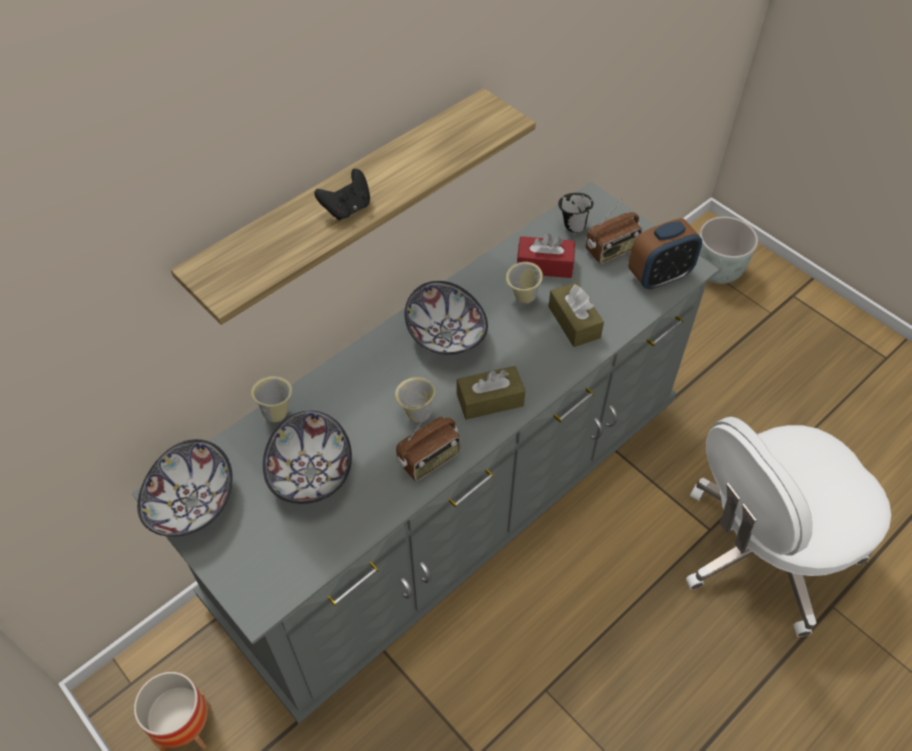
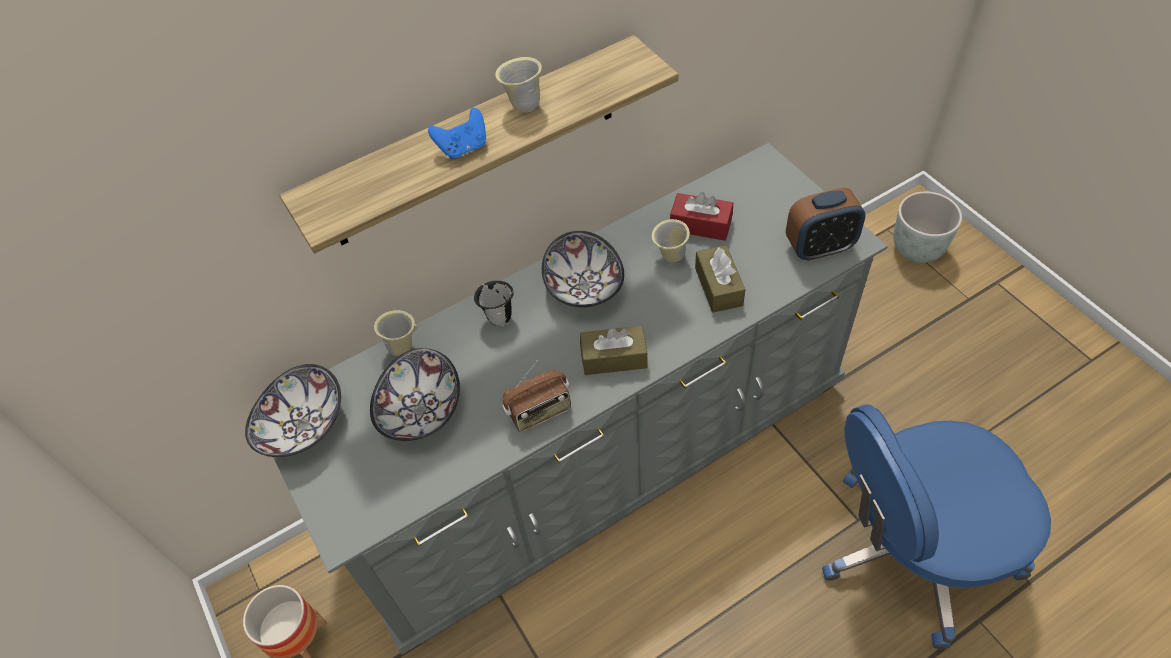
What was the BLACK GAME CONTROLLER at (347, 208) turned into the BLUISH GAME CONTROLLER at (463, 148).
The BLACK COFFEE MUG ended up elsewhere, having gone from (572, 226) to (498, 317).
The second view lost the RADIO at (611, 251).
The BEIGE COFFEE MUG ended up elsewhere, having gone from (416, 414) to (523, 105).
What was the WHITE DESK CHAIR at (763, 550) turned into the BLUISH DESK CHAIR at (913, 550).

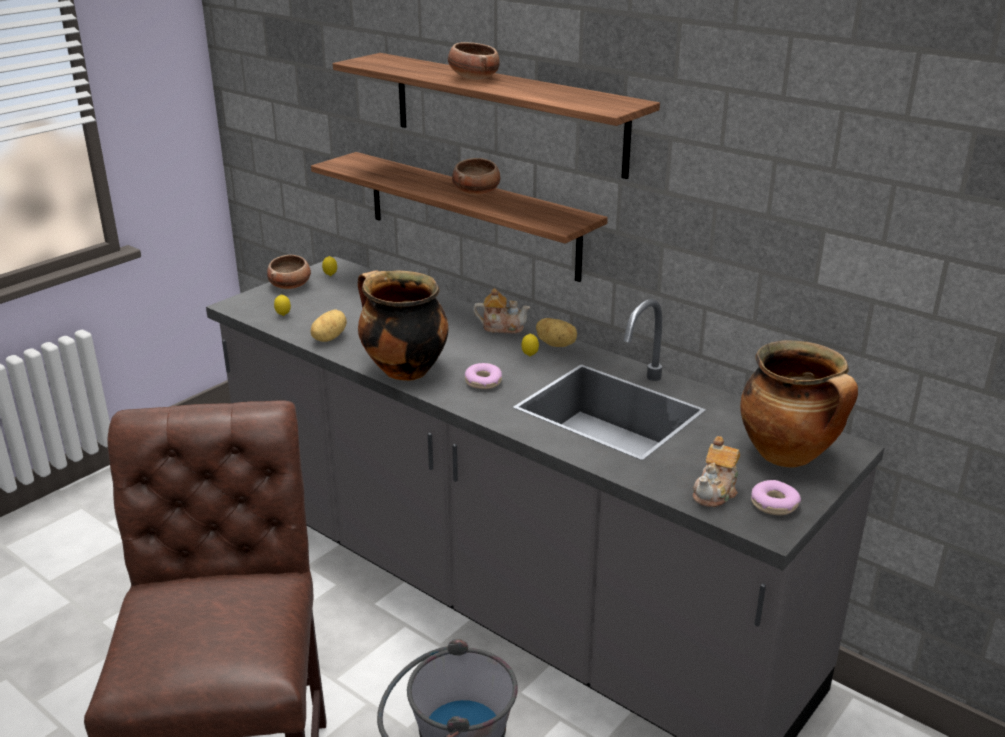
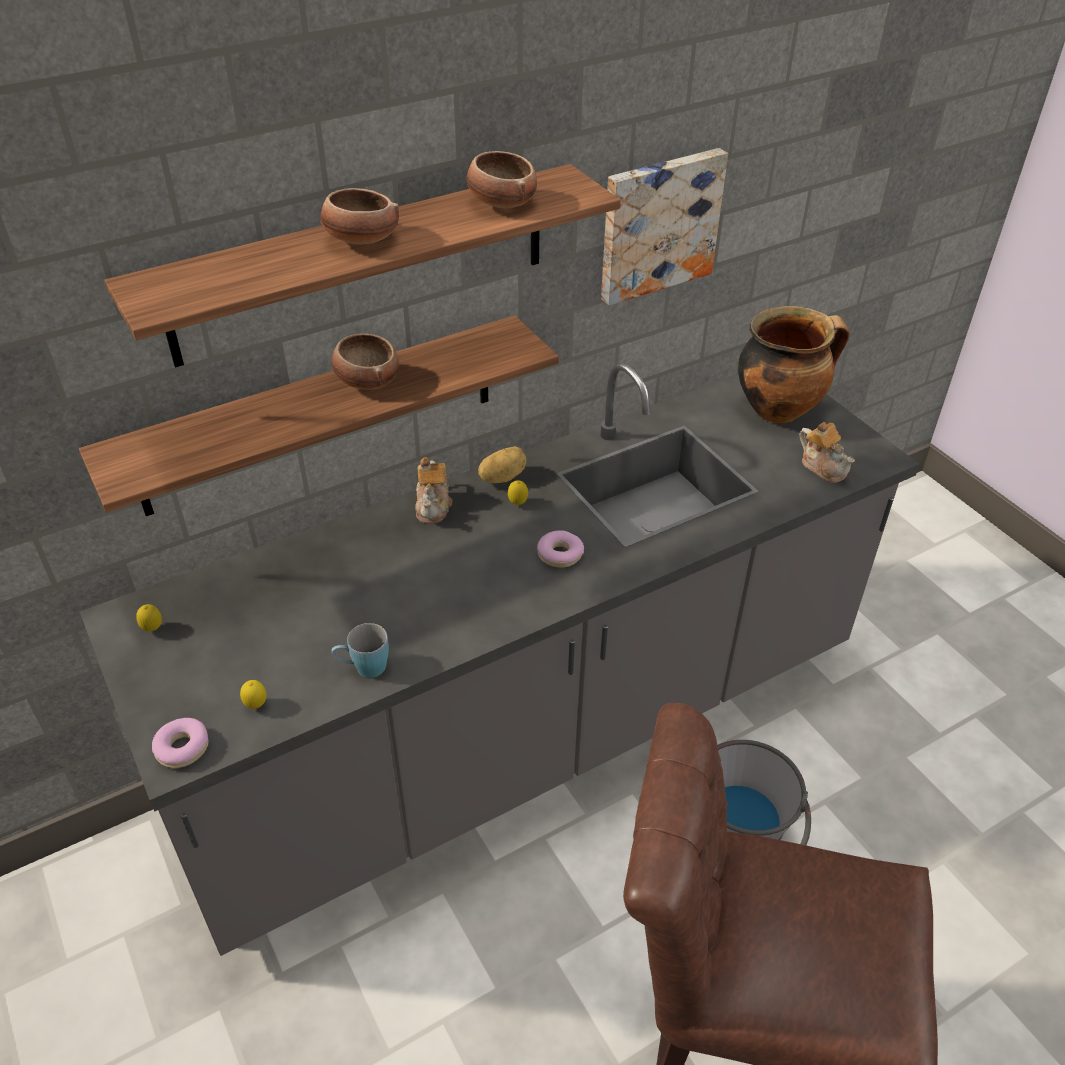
The DEEP DISH ended up elsewhere, having gone from (290, 285) to (501, 202).
The second view lost the STOCKPOT at (403, 370).
The POT FOR TEA at (502, 327) ended up facing another way, 150 degrees clockwise from before.
Where the WHOLE POTATO stood at (328, 338), the BLUISH COFFEE MUG came to stand at (363, 668).
The RING DOUGHNUT ended up elsewhere, having gone from (774, 504) to (182, 748).
The second view gained the WALL ART at (658, 224).

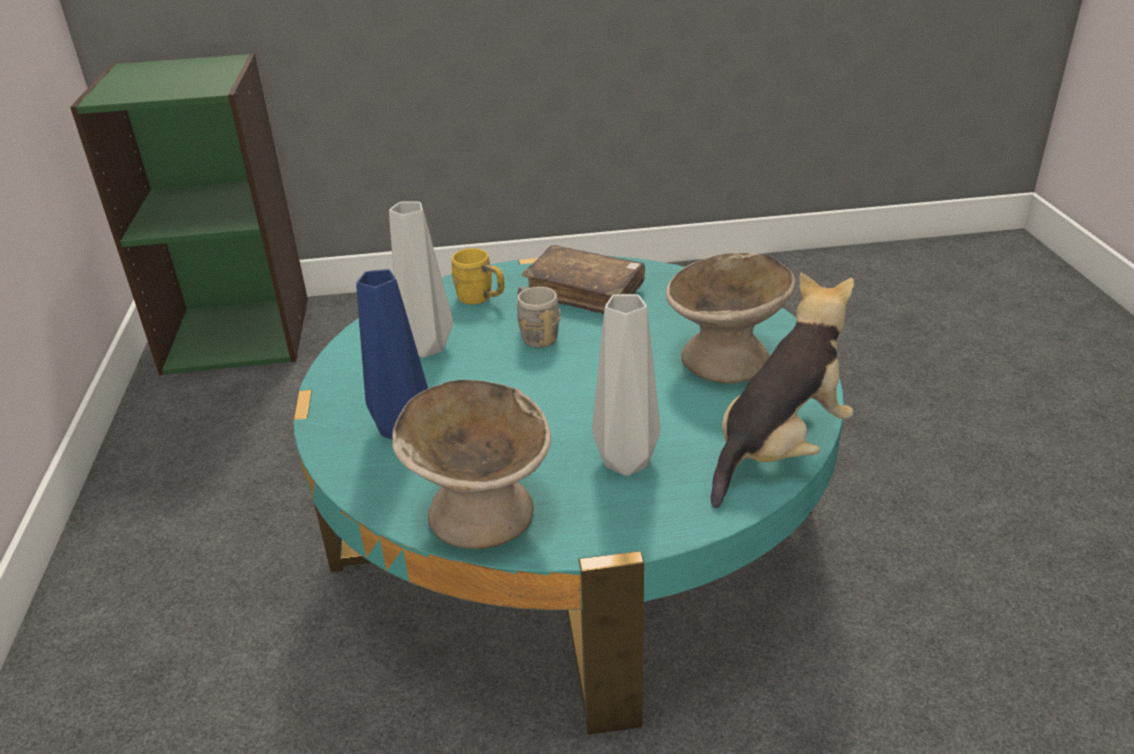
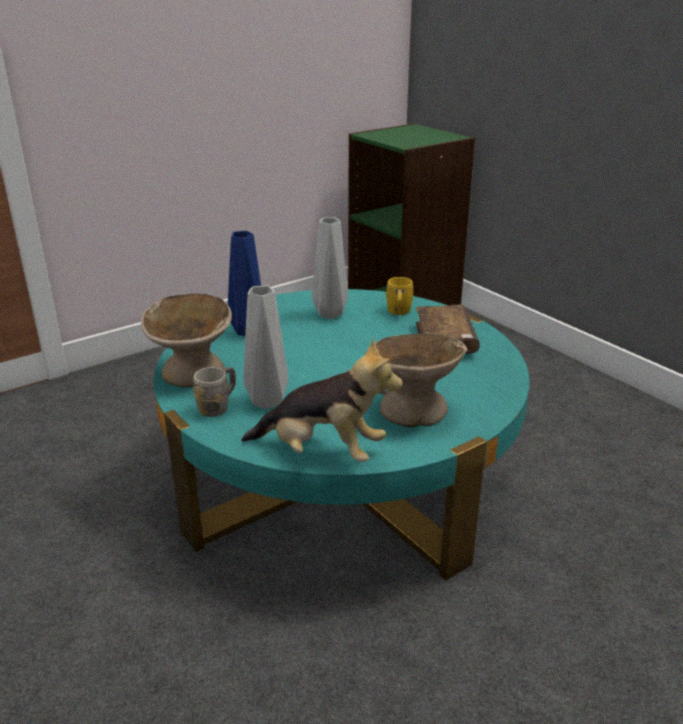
The GREYISH COFFEE MUG ended up elsewhere, having gone from (535, 335) to (218, 406).

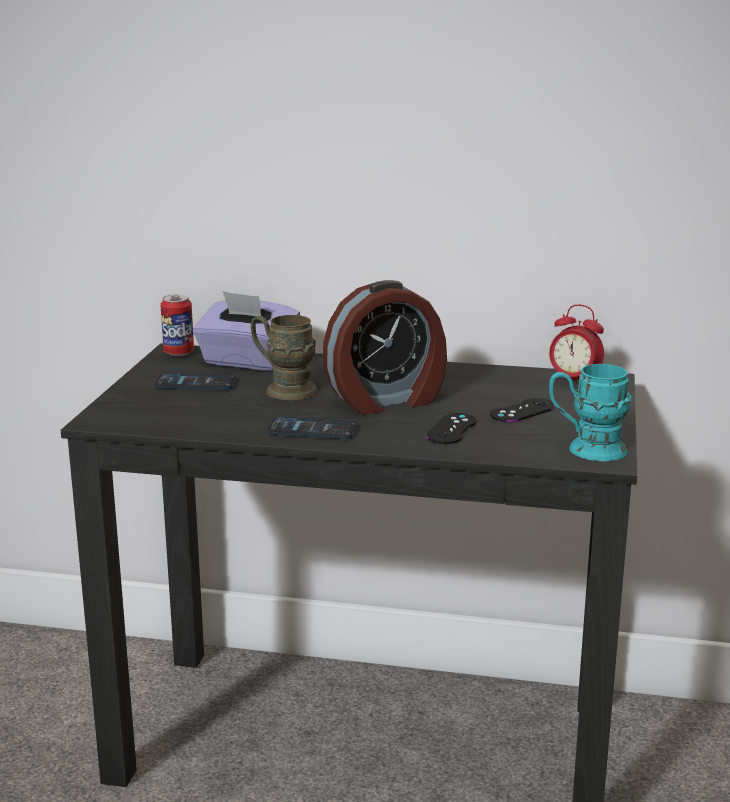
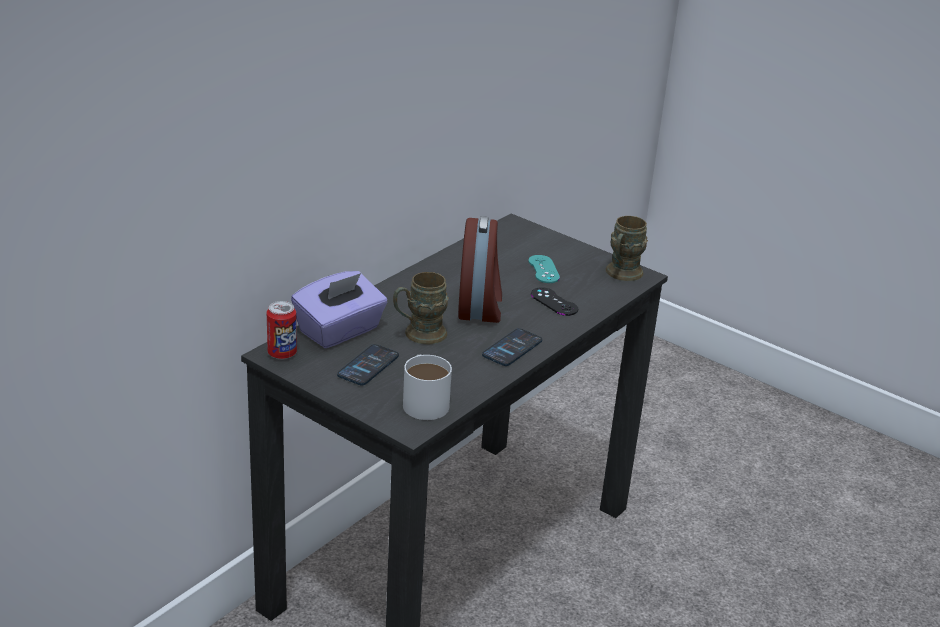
The second view lost the BEDSIDE CLOCK at (573, 381).
What was the TURQUOISE-COLOURED COFFEE MUG at (586, 449) turned into the BROWNISH COFFEE MUG at (621, 274).
What was the BLACK GAME CONTROLLER at (522, 411) turned into the TURQUOISE-COLOURED GAME CONTROLLER at (543, 269).
The second view gained the WHITE COFFEE MUG at (423, 400).

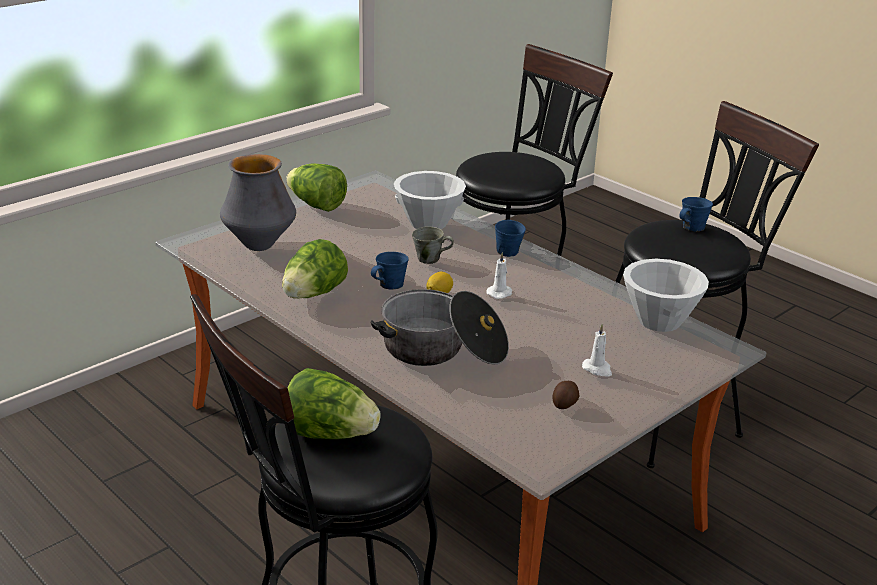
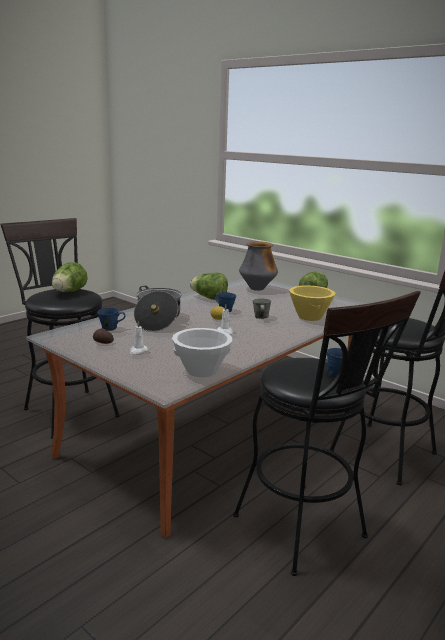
What was the WHITE DEEP DISH at (428, 223) turned into the YELLOW-COLOURED DEEP DISH at (309, 317).
The BLUISH COFFEE MUG ended up elsewhere, having gone from (508, 251) to (110, 328).

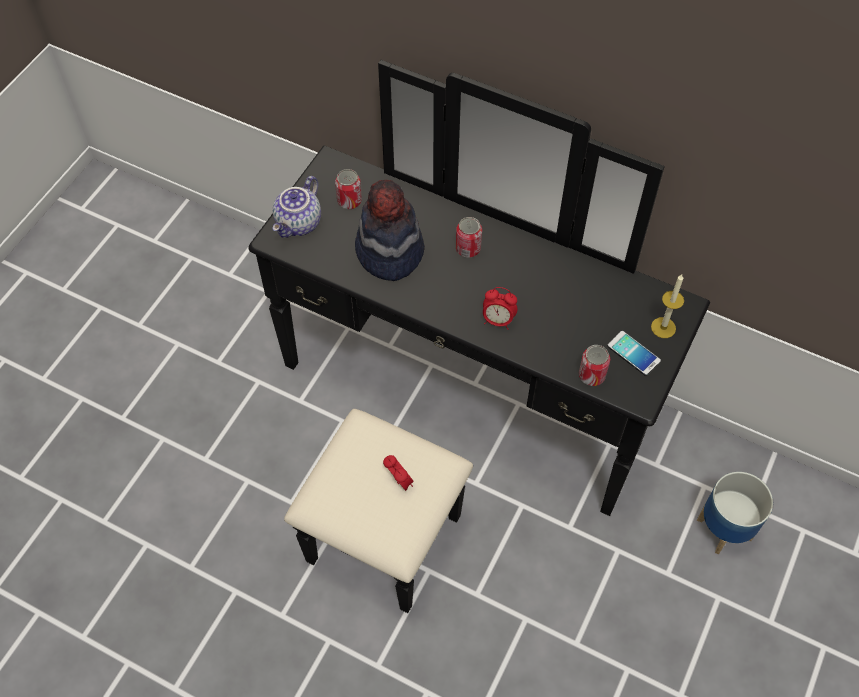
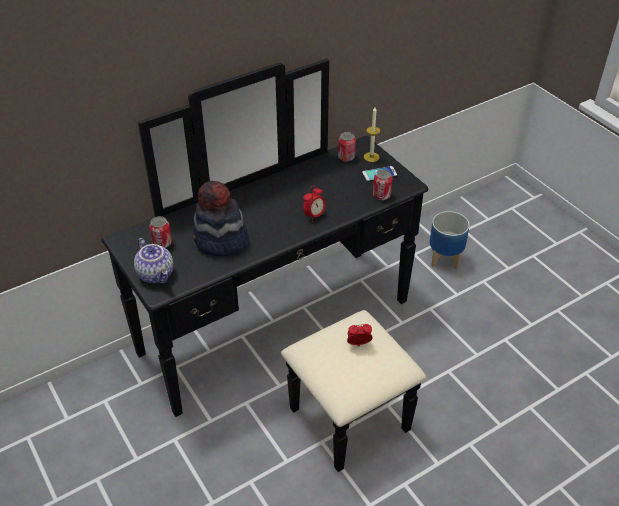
The CAN ended up elsewhere, having gone from (468, 248) to (346, 157).

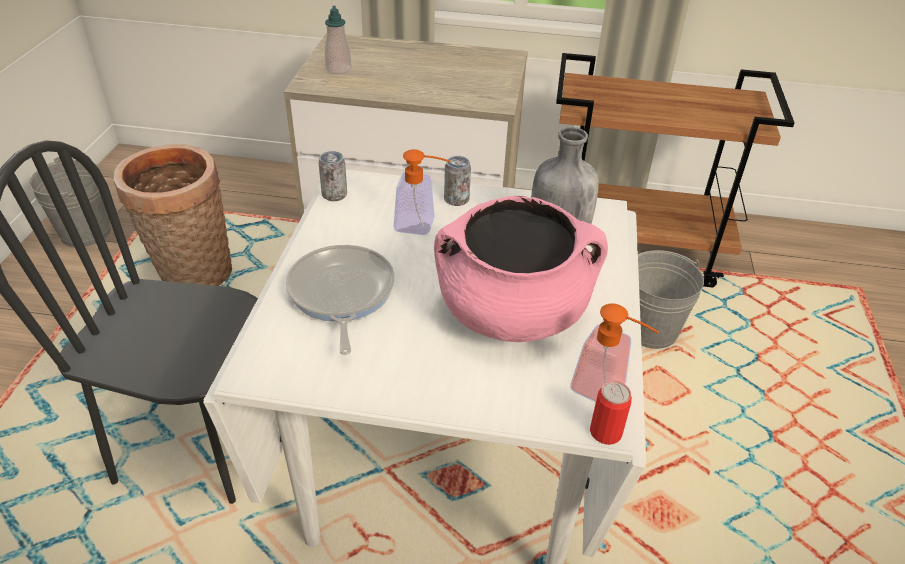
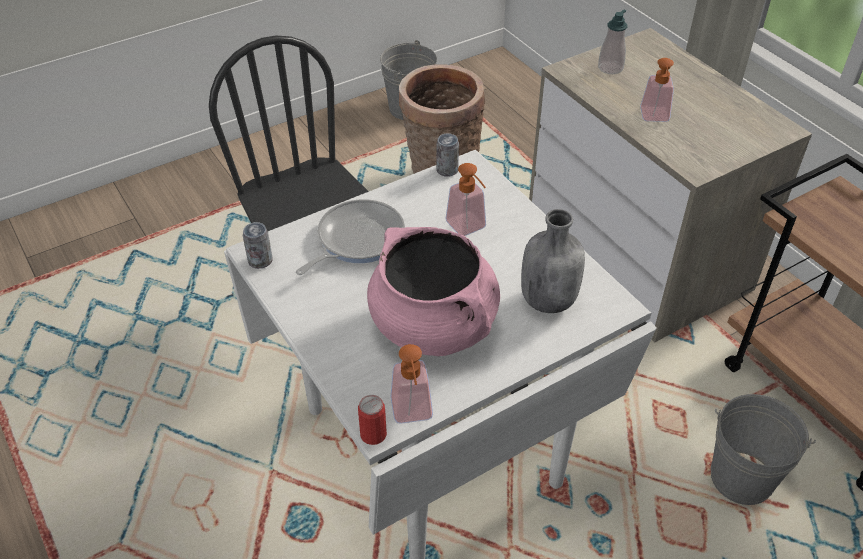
The CAN ended up elsewhere, having gone from (456, 199) to (260, 261).
The second view gained the SOAP DISPENSER at (655, 118).

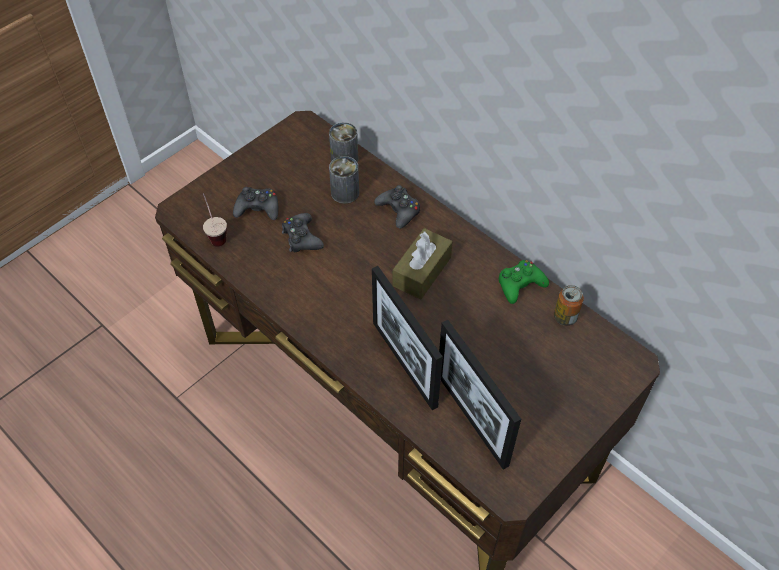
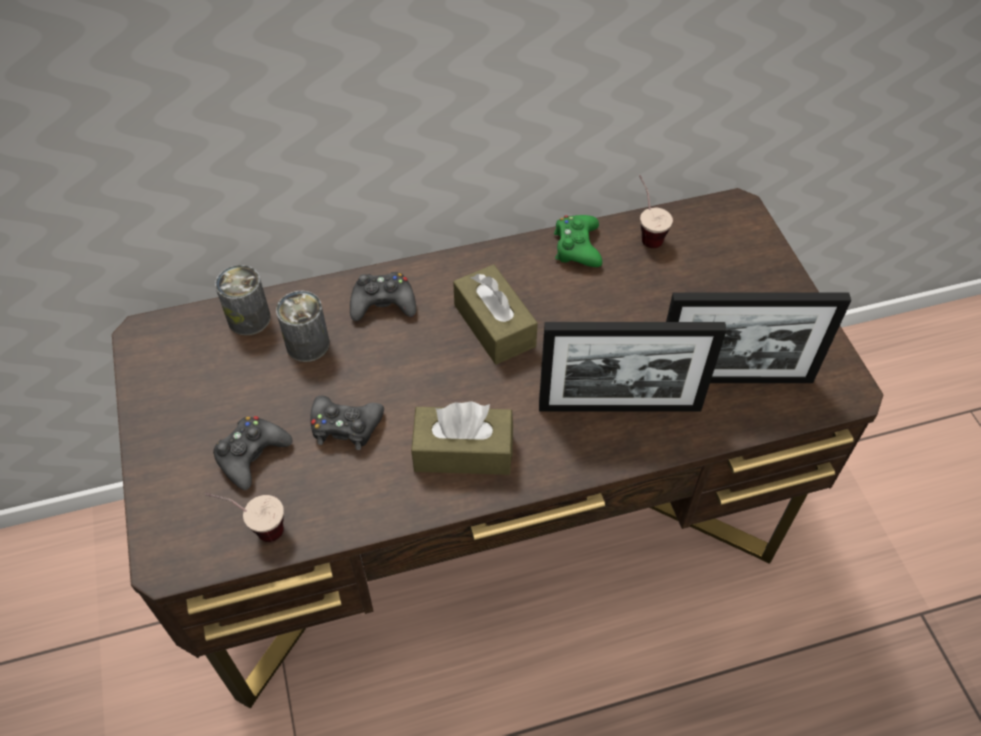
Where the CAN stood at (565, 317), the DRINKING CUP came to stand at (646, 232).
The second view gained the BROWNISH BOX OF TISSUES at (463, 451).

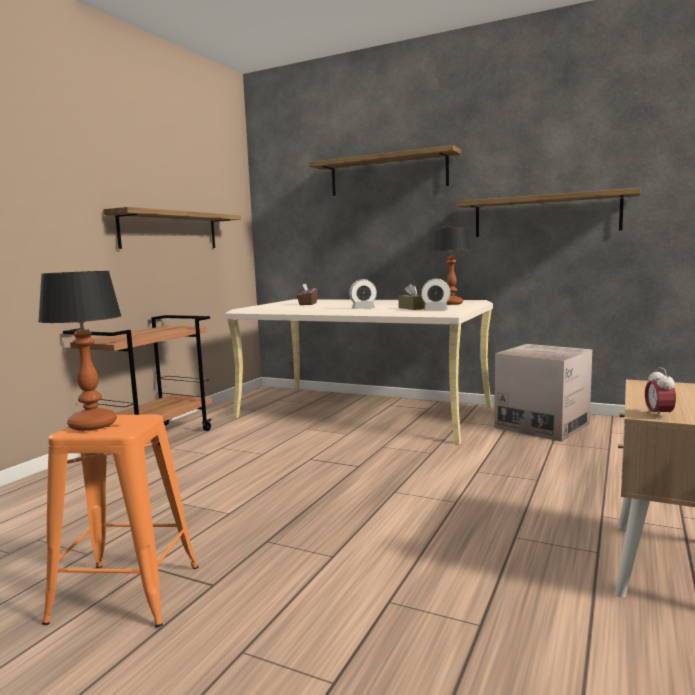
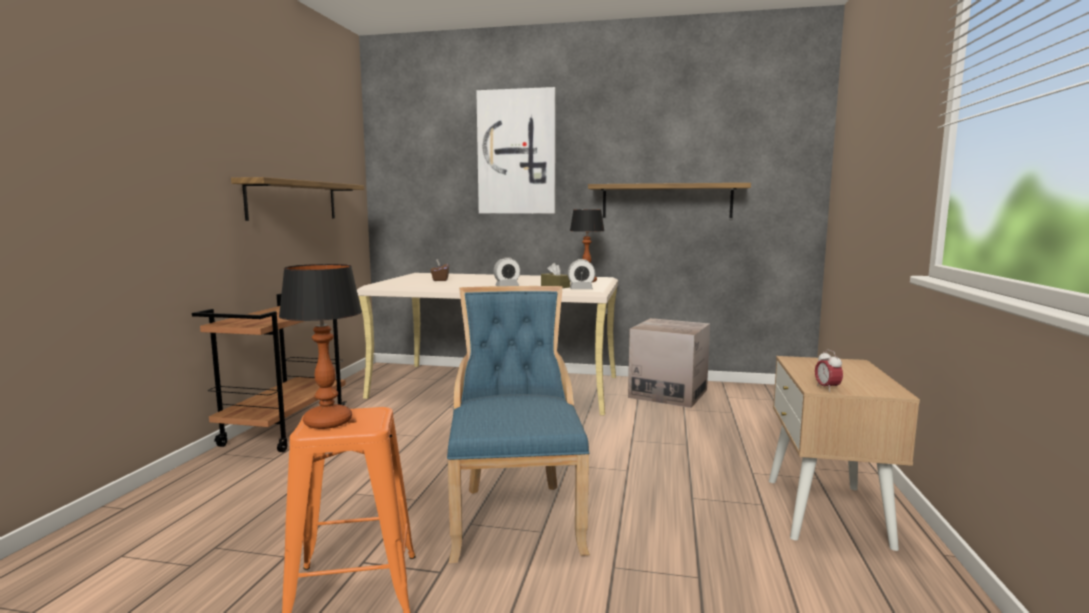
Where the SHELF hung at (387, 174), the WALL ART came to hang at (517, 152).
The second view gained the BLUISH PLAIN CHAIR at (516, 517).

